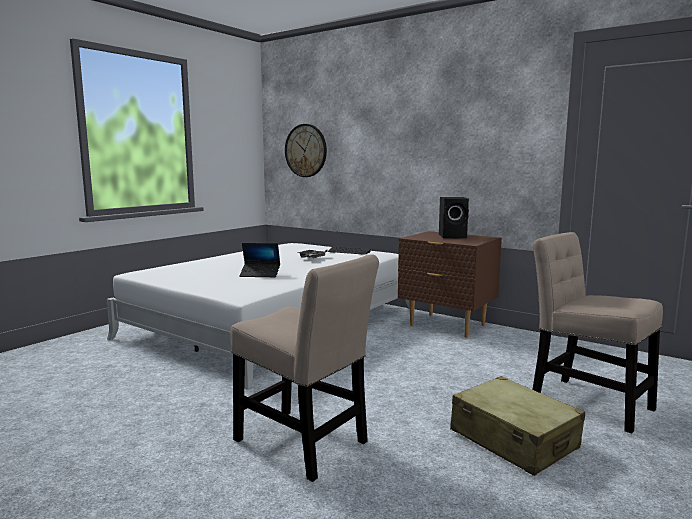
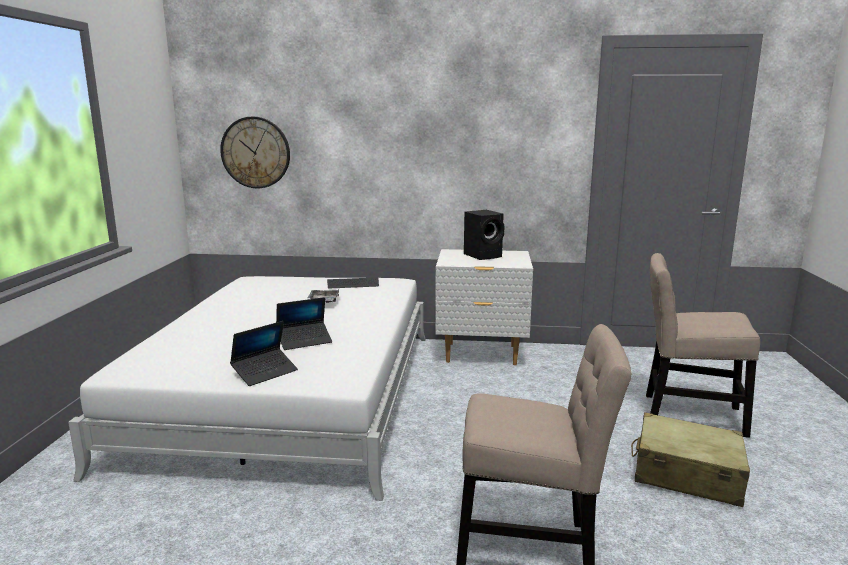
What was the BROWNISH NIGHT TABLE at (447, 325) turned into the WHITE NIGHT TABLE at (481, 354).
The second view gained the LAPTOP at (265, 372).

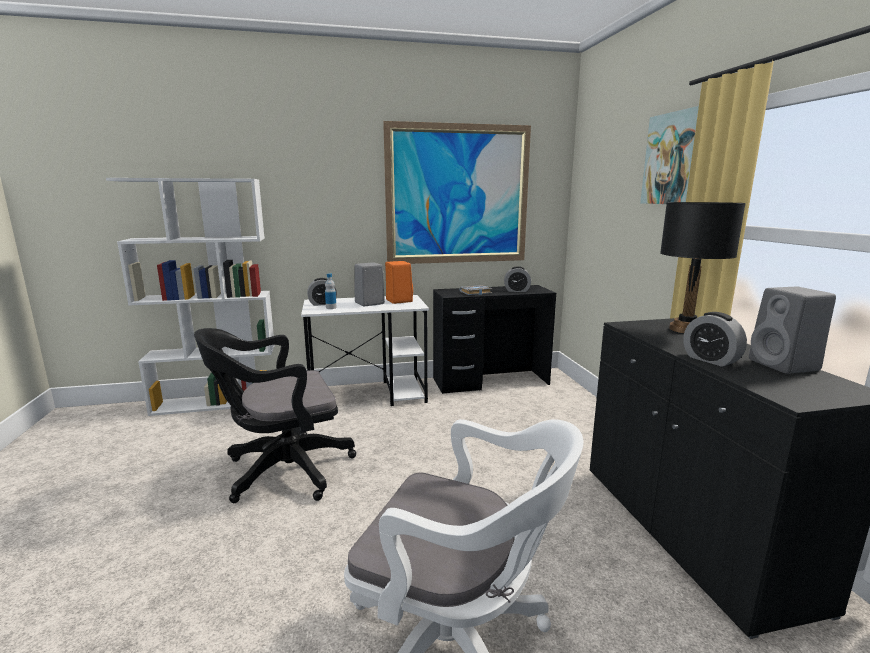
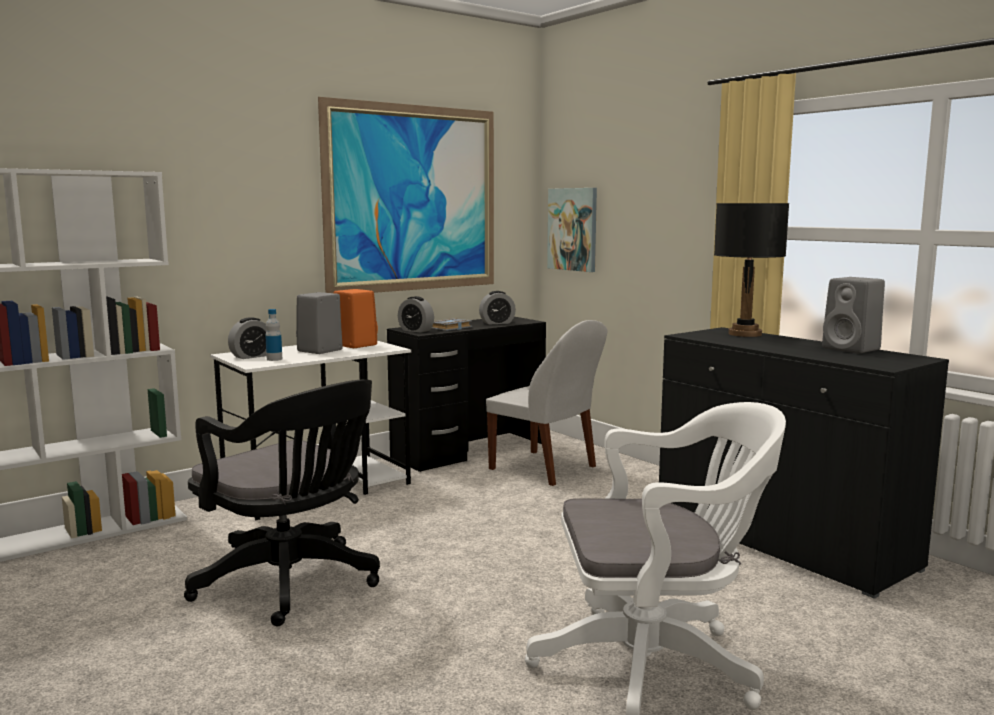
The WALL ART ended up elsewhere, having gone from (672, 159) to (573, 229).
The BEDSIDE CLOCK ended up elsewhere, having gone from (710, 360) to (416, 330).
The BLACK DESK CHAIR at (282, 471) ended up facing another way, 90 degrees counterclockwise from before.
The second view gained the WHITE PLAIN CHAIR at (545, 469).

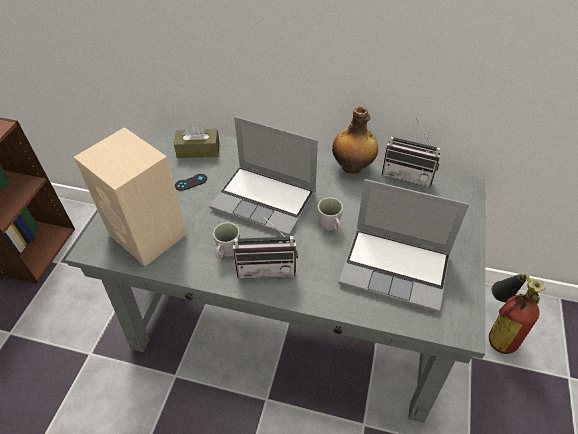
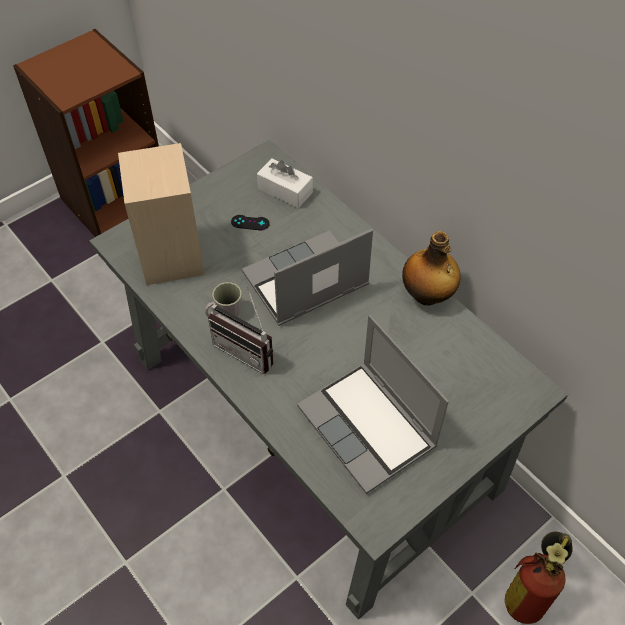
The LAPTOP at (266, 200) ended up facing another way, 90 degrees clockwise from before.
The second view lost the RADIO at (408, 175).
What was the BROWNISH BOX OF TISSUES at (198, 150) turned into the WHITE BOX OF TISSUES at (285, 190).
The second view lost the GREYISH COFFEE MUG at (331, 227).

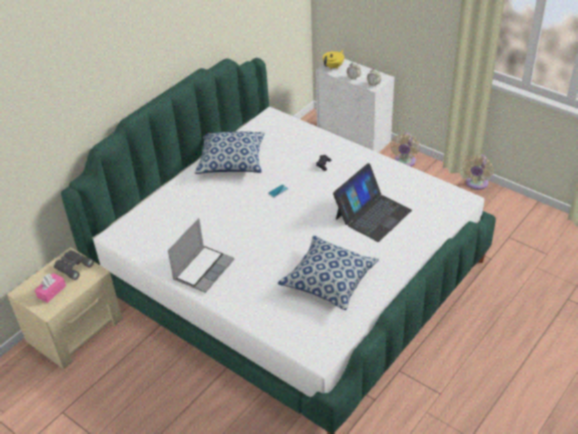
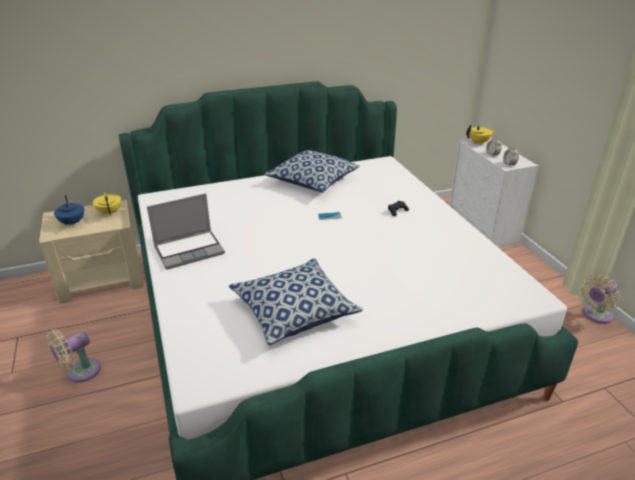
The BEIGE ELECTRIC FAN ended up elsewhere, having gone from (404, 162) to (80, 372).
The second view lost the LAPTOP at (372, 214).
Where the GREYISH PAIR OF BINOCULARS stood at (72, 266), the YELLOW-COLOURED POT FOR TEA came to stand at (110, 212).
Where the PINK BOX OF TISSUES stood at (51, 291), the BLUISH POT FOR TEA came to stand at (72, 223).

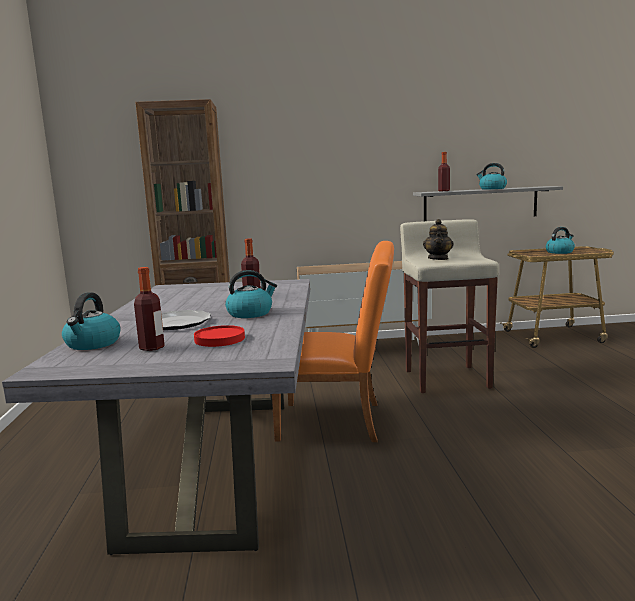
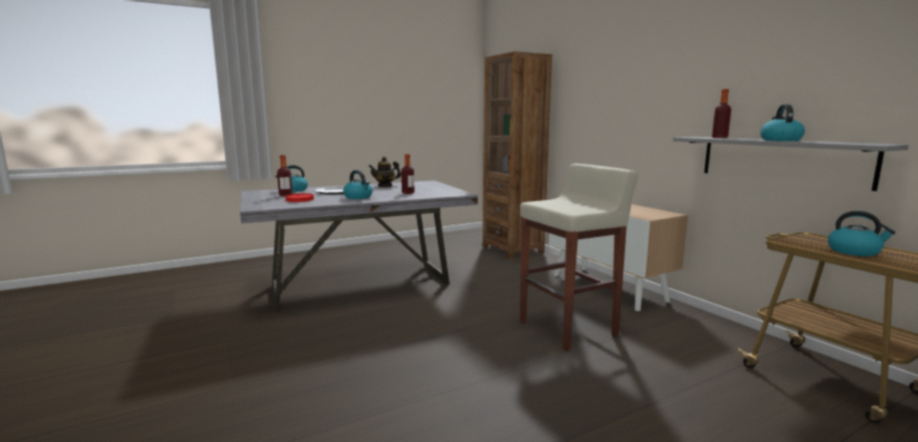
The POT FOR TEA ended up elsewhere, having gone from (438, 258) to (385, 186).
The second view lost the ORANGE PLAIN CHAIR at (338, 421).

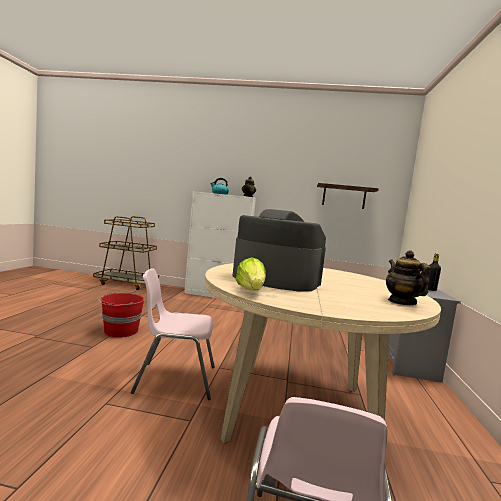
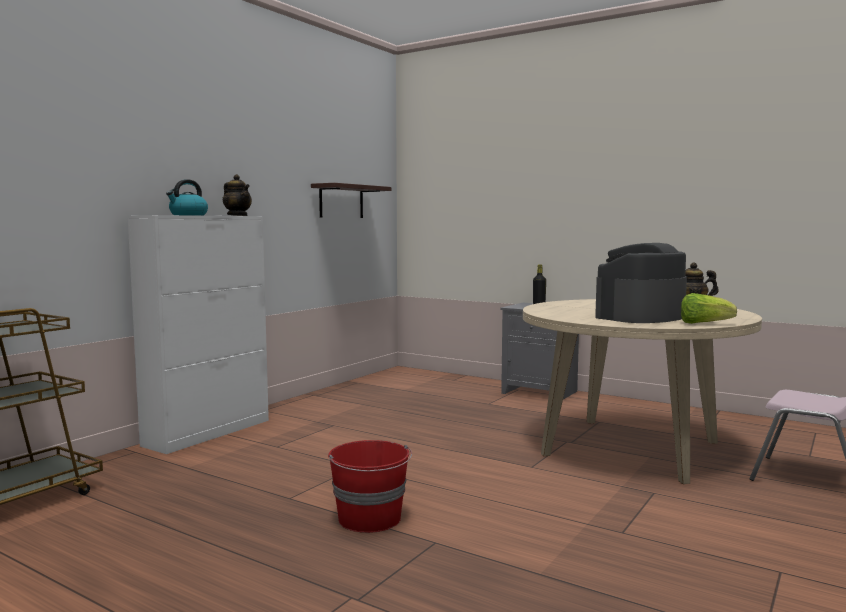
The second view lost the PINK PLAIN CHAIR at (174, 379).

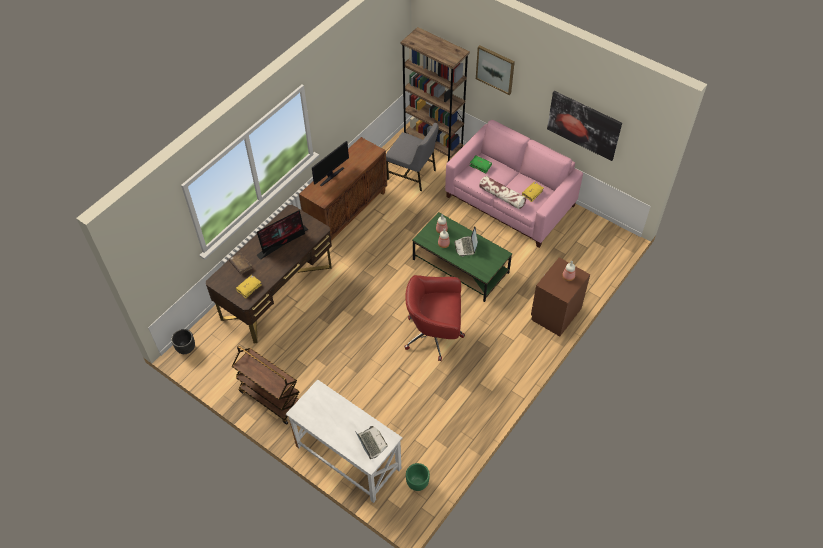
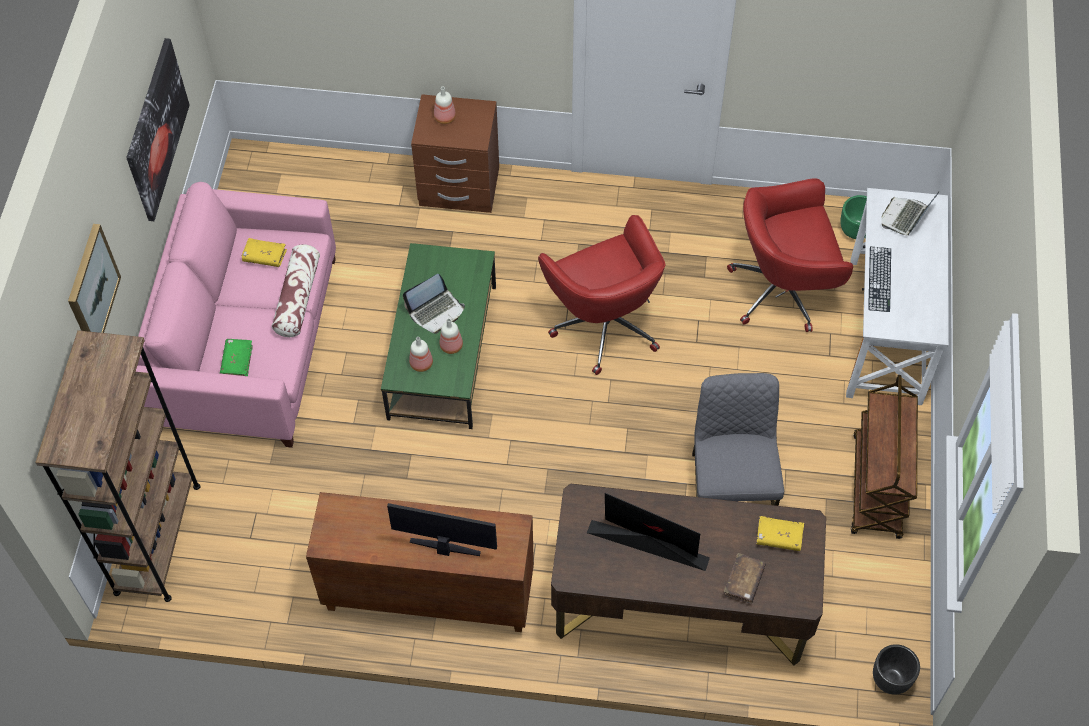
The GREYISH PLAIN CHAIR ended up elsewhere, having gone from (412, 174) to (730, 487).
The second view gained the RED-COLOURED DESK CHAIR at (783, 289).
The second view gained the COMPUTER KEYBOARD at (879, 279).

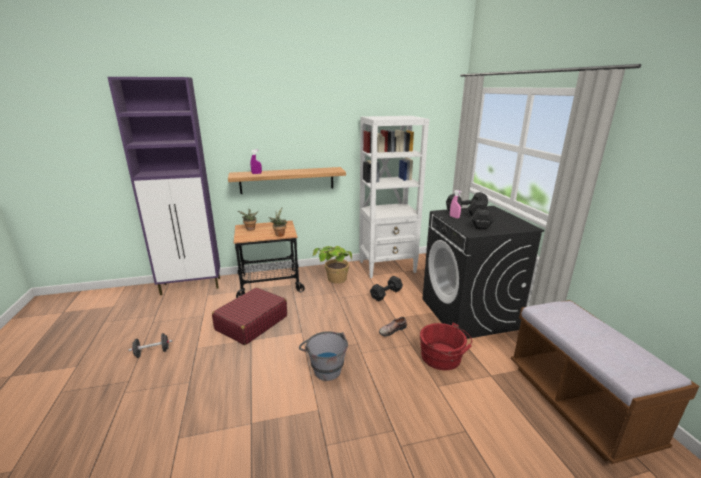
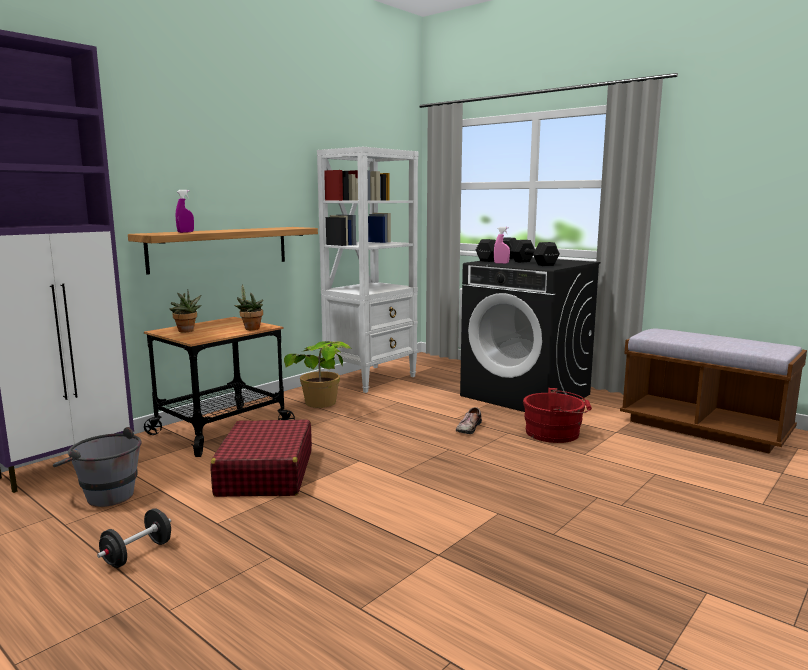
The second view lost the BLACK FREE WEIGHT at (387, 294).
The GREYISH PAIL ended up elsewhere, having gone from (324, 368) to (103, 495).

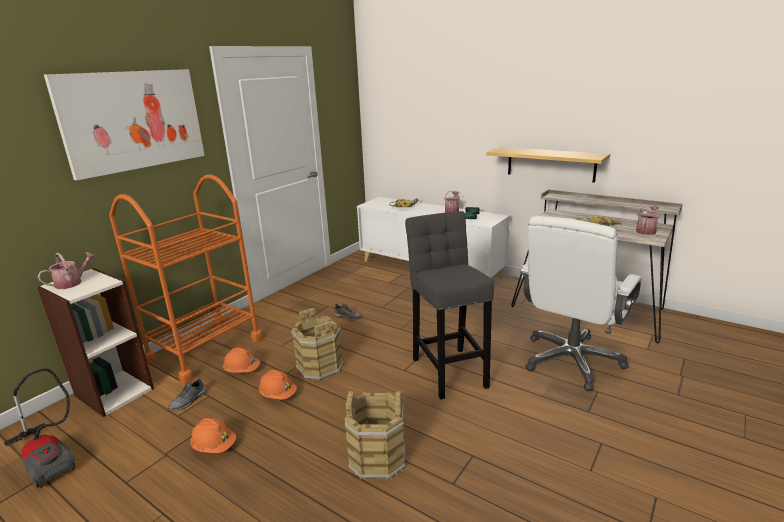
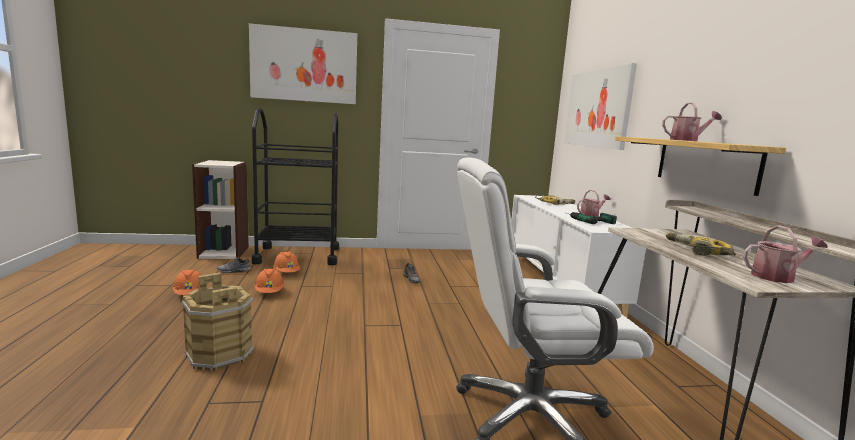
What was the ORANGE TROLLEY at (205, 349) turned into the BLACK TROLLEY at (298, 255).
The second view lost the GREYISH STOOL at (448, 369).
The WATERING CAN ended up elsewhere, having gone from (72, 283) to (687, 140).
The second view lost the BROWNISH PAIL at (320, 367).
The second view lost the VACUUM CLEANER at (49, 458).
The second view gained the WALL ART at (597, 108).

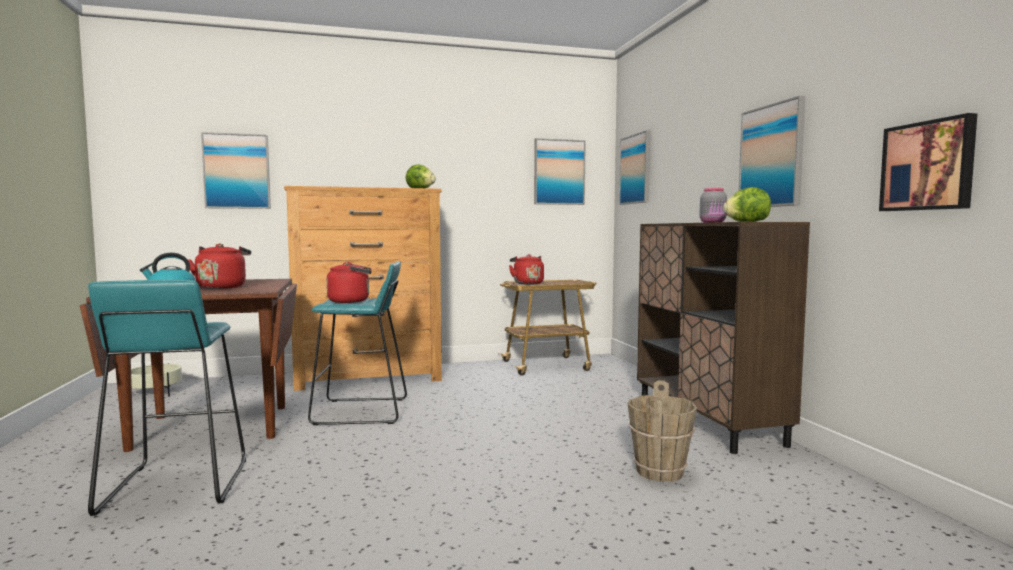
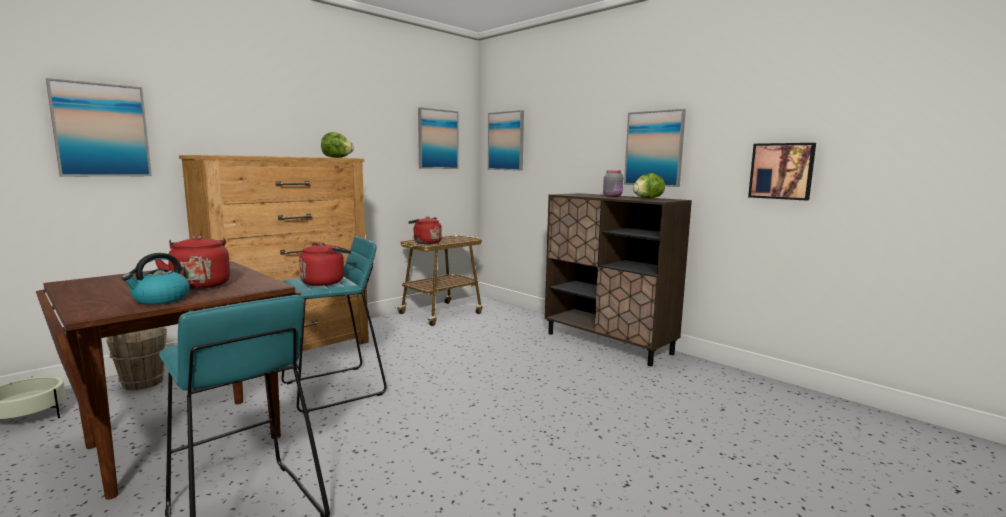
The BROWNISH PAIL ended up elsewhere, having gone from (660, 472) to (143, 383).

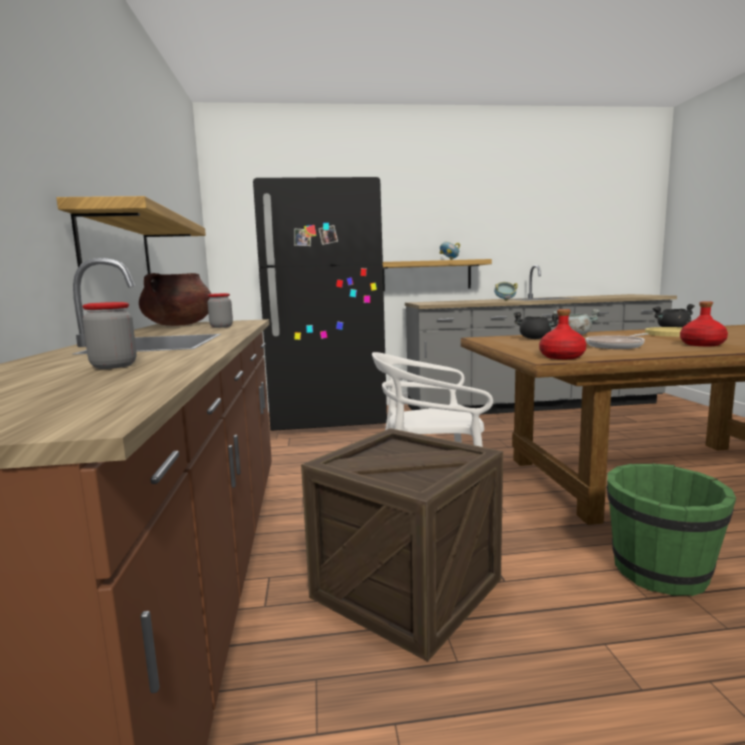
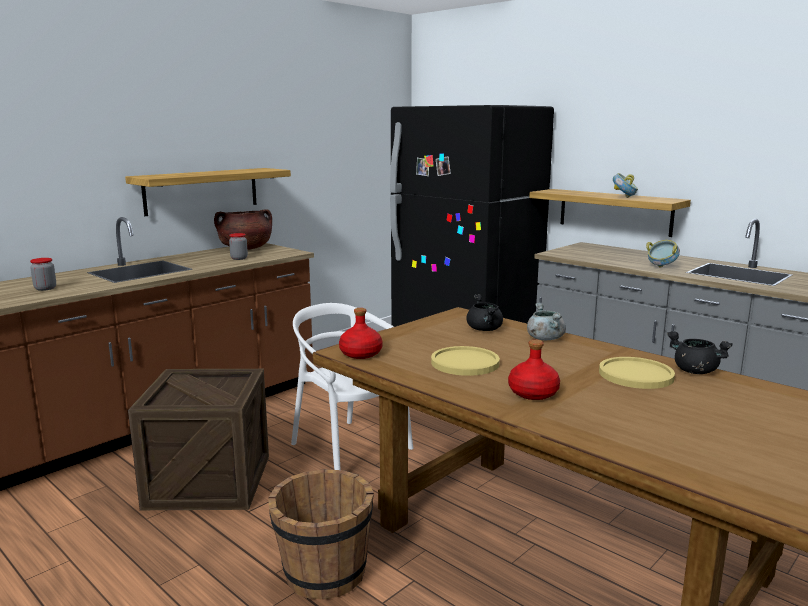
Where the SKILLET stood at (617, 346), the YELLOW-COLOURED PLATE came to stand at (465, 363).
What was the GREEN PAIL at (660, 572) turned into the BROWNISH PAIL at (324, 574).

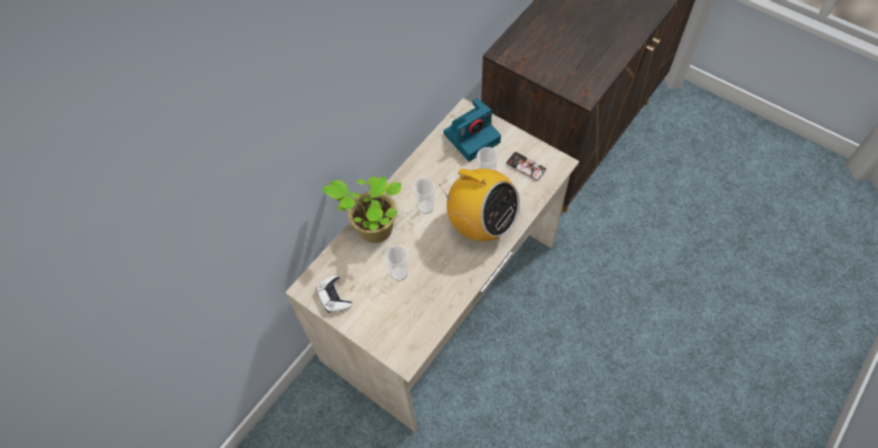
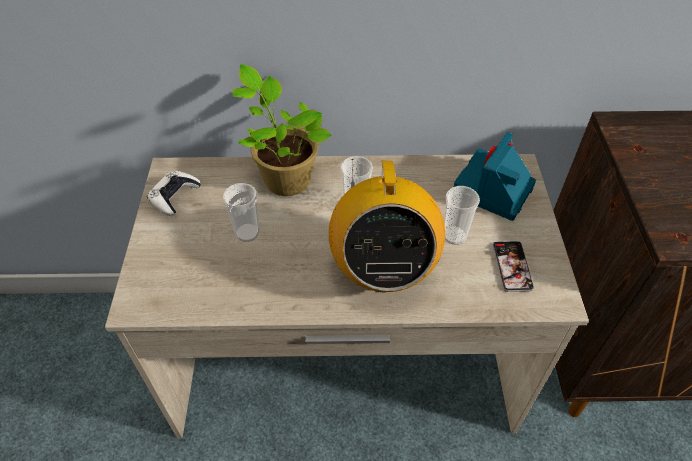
The PHOTO CAMERA at (472, 137) ended up facing another way, 105 degrees clockwise from before.

